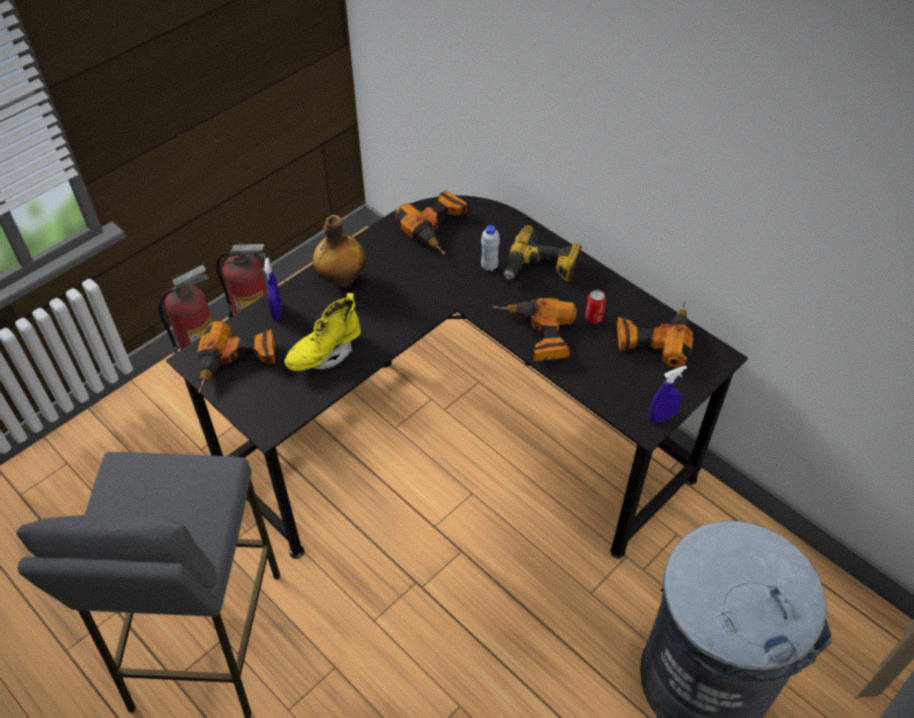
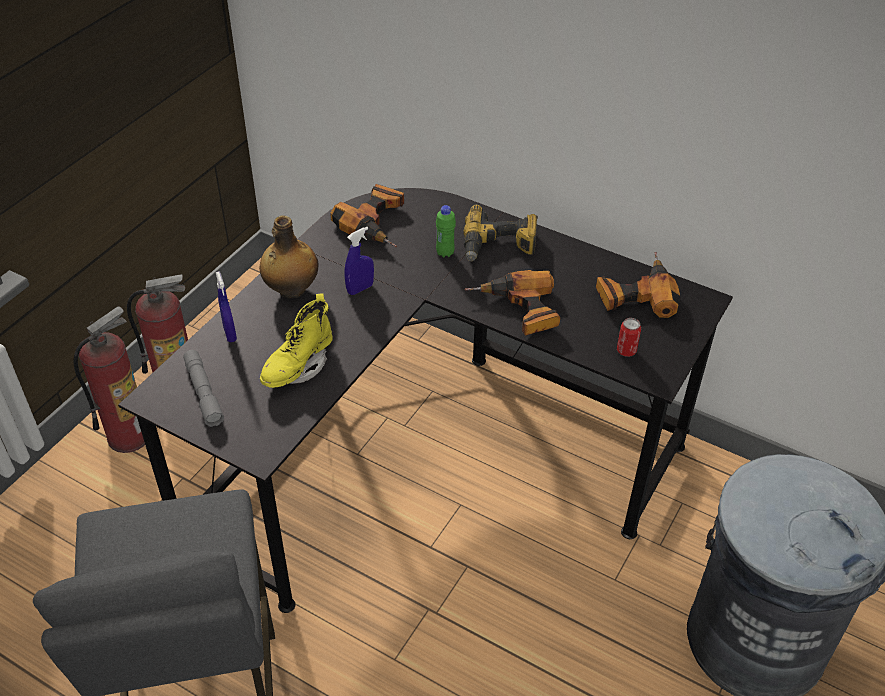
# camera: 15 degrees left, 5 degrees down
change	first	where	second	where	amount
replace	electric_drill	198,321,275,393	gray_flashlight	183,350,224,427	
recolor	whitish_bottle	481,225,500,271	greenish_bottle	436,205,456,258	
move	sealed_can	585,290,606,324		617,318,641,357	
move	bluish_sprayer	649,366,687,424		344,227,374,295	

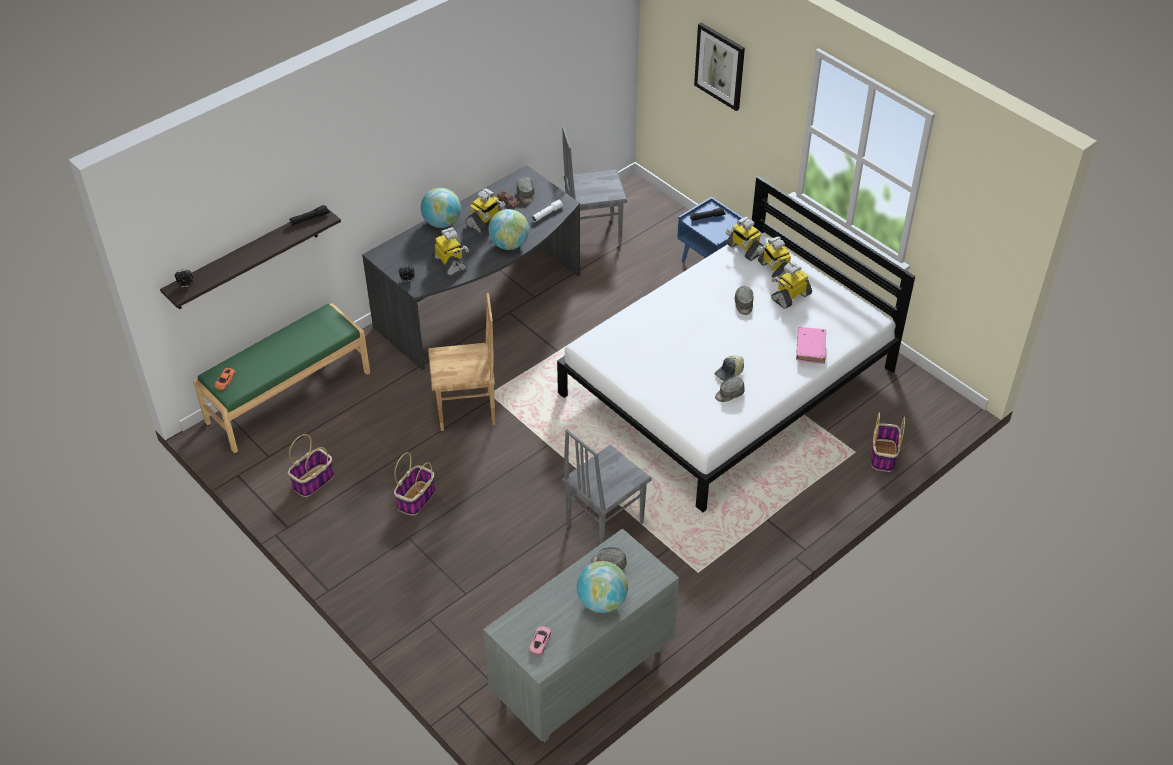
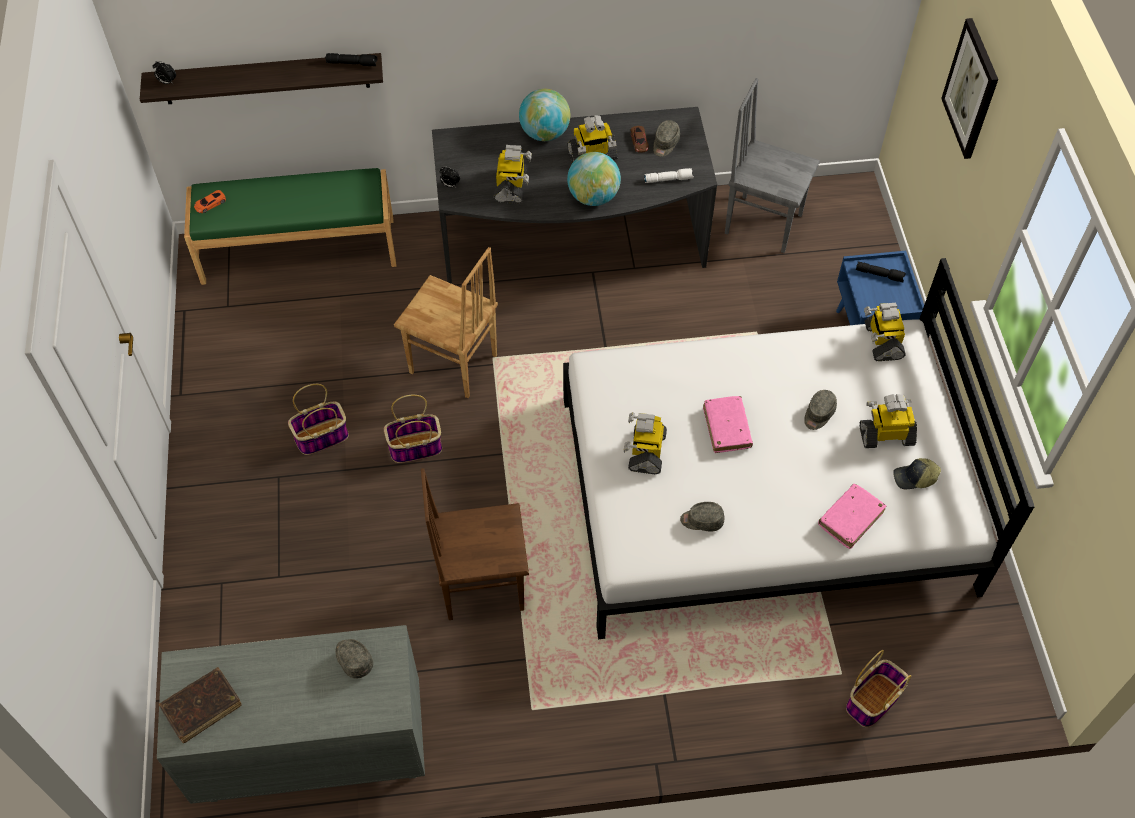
# camera: 35 degrees right, 10 degrees up
change	first	where	second	where	amount
move	basket	288,434,334,497		384,395,442,463	
replace	pinkish_toy_car	529,626,551,655	brown_book	159,667,242,743	
recolor	gray_chair	562,429,652,544	brown_chair	421,468,529,620	
delete	world_globe	577,561,628,613			
move	peaked_cap	715,355,744,381		893,458,941,489	
move	robot_figure	757,236,791,282		623,412,667,474	
insert			pinkish_book	703,396,753,453	

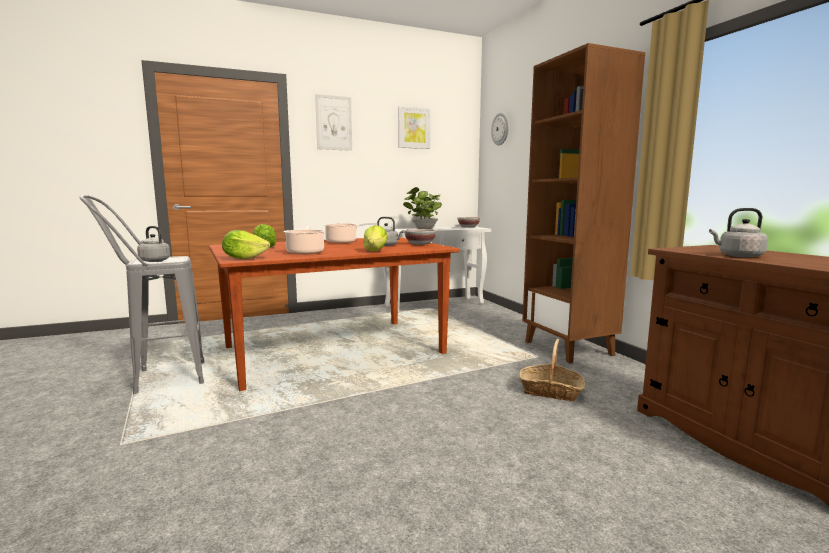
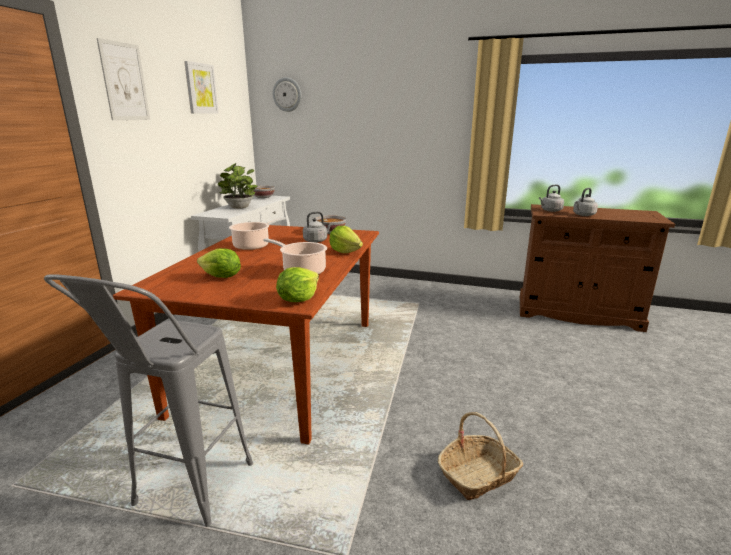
# camera: 50 degrees left, 10 degrees up
change	first	where	second	where	amount
move	gray_kettle	137,226,170,262		539,185,564,212	
move	basket	519,339,586,401		438,412,523,500	
delete	brown_shelving_unit	522,43,645,364			

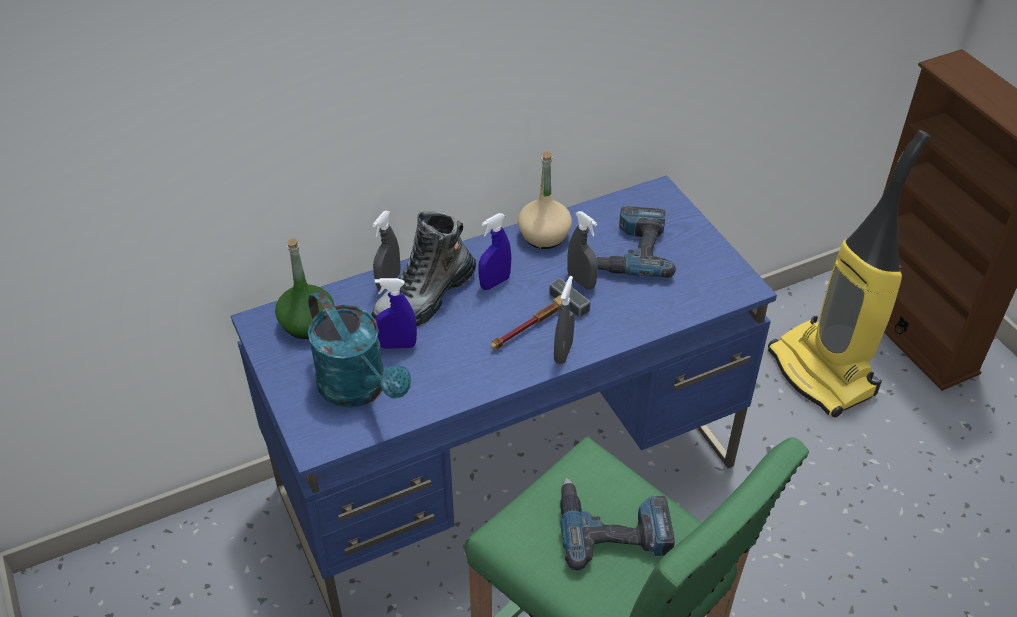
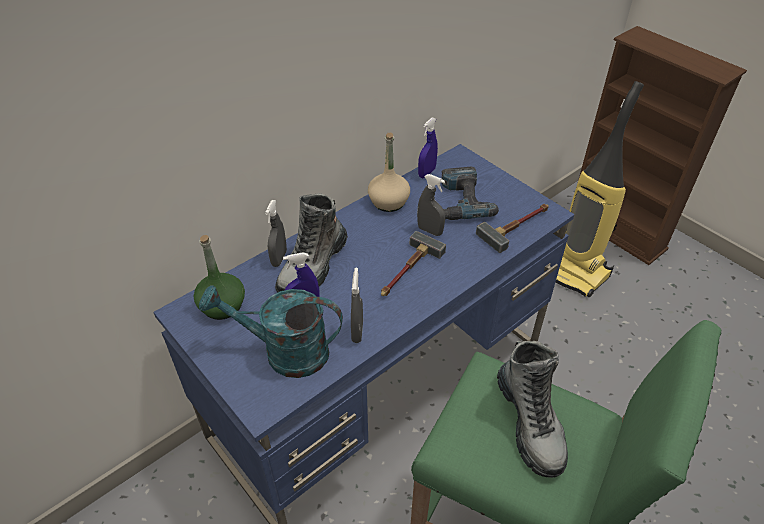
# camera: 15 degrees left, 0 degrees up
change	first	where	second	where	amount
rotate	blue-green_sprinkling_can	307,291,411,408		199,285,343,378	150 degrees clockwise
move	bluish_sprayer	478,213,511,290		418,117,438,178	
move	gray_sprayer	554,276,575,364		351,268,363,343	
replace	electric_drill	560,478,675,570	tall_boot	497,341,568,478	
insert			hand_hammer	476,204,549,253	

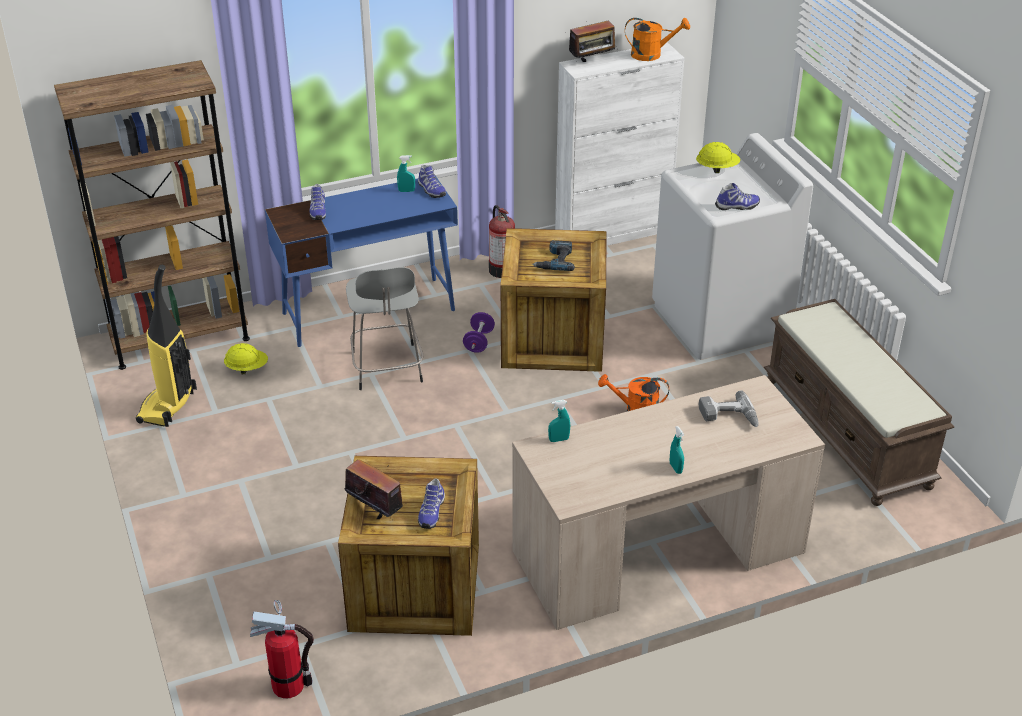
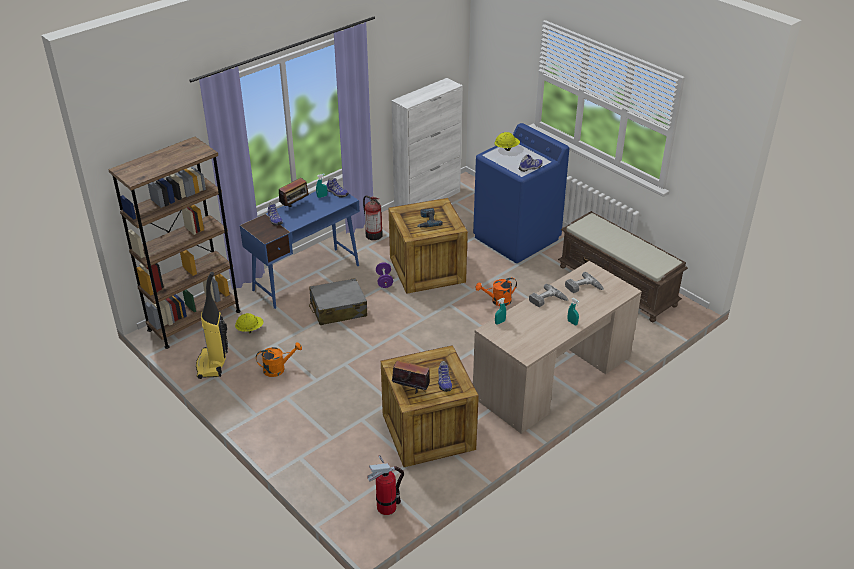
# camera: 20 degrees left, 0 degrees up
change	first	where	second	where	amount
replace	gray_stool_seat	346,267,424,390	gray_suitcase	309,278,367,325	
move	radio	569,21,618,62		279,178,310,209	
move	orange-coloured_sprinkling_can	625,18,690,61		256,342,302,377	
recolor	whitish_laundry_machine	652,133,813,360	bluish_laundry_machine	473,123,569,263	
insert			electric_drill	529,284,568,307	

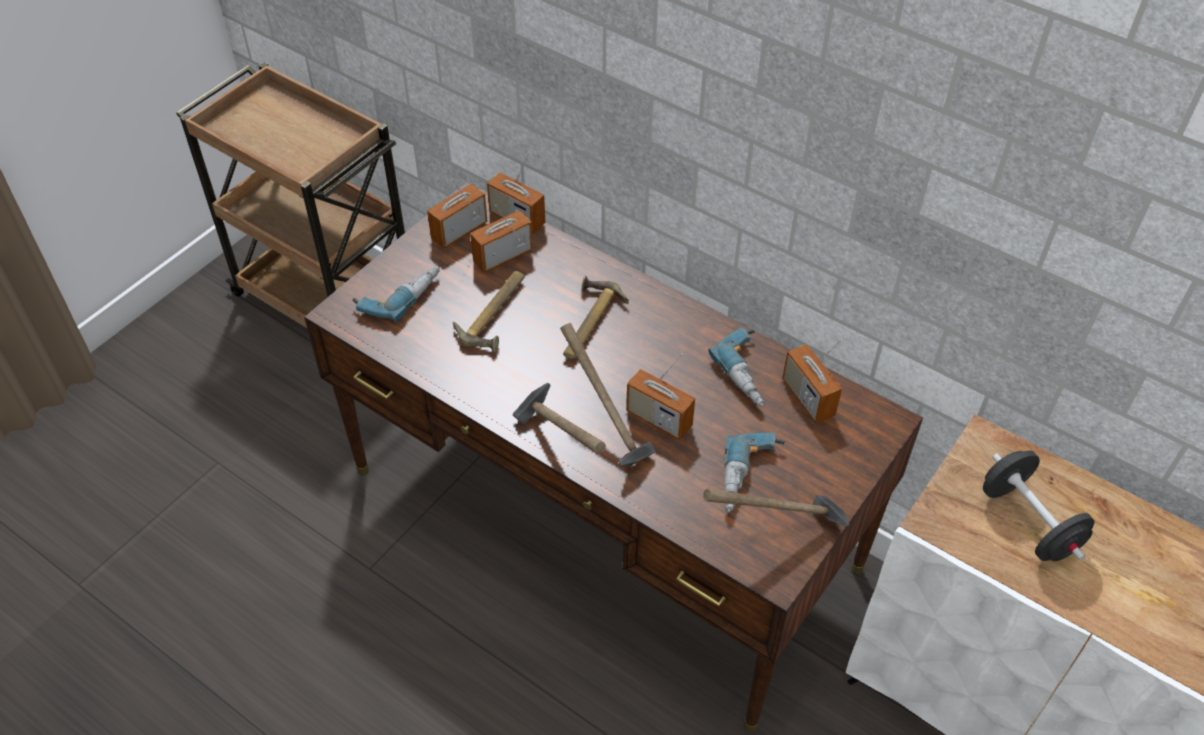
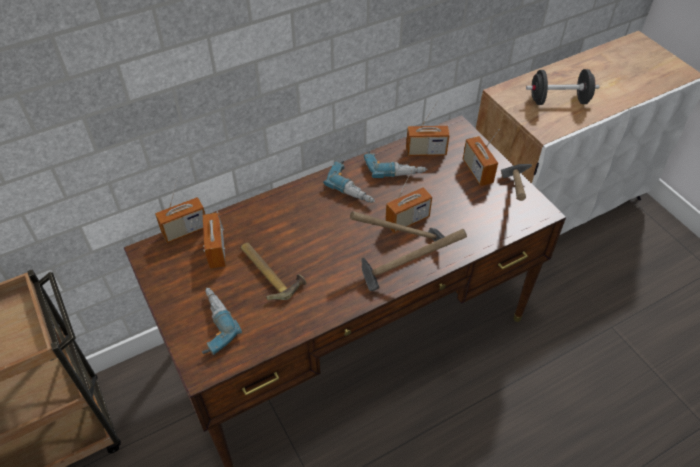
# camera: 65 degrees left, 0 degrees up
change	first	where	second	where	amount
move	radio	427,179,487,248		463,129,500,186	
delete	hand_hammer	563,276,629,359			
move	electric_drill	724,433,785,513		323,160,375,203	

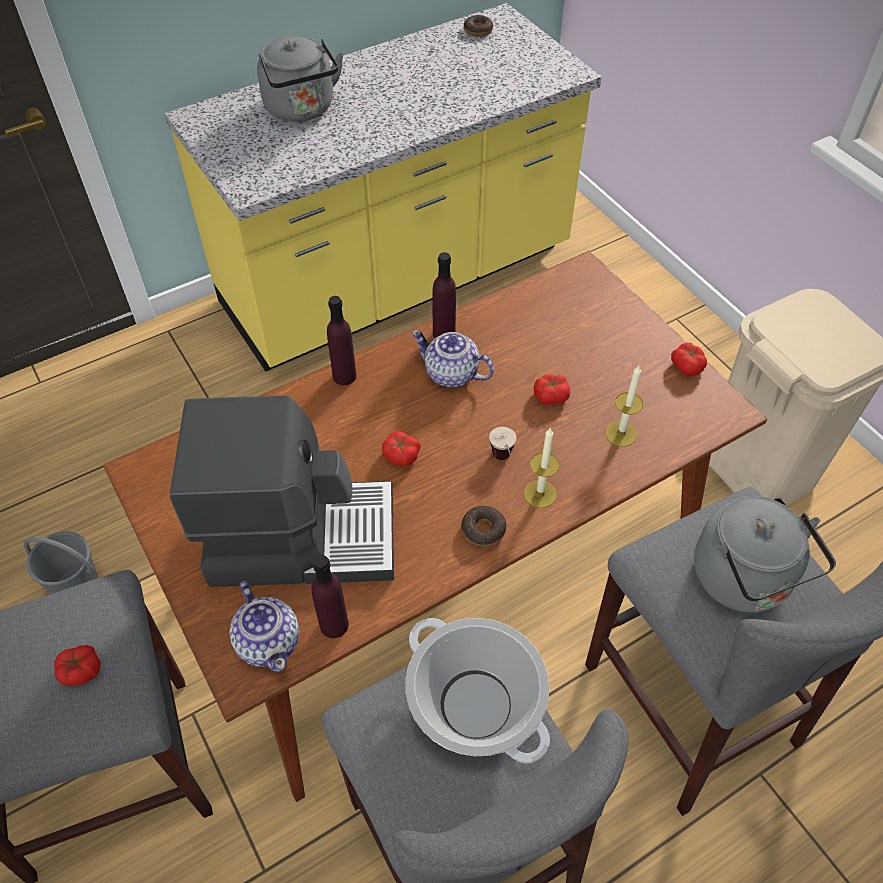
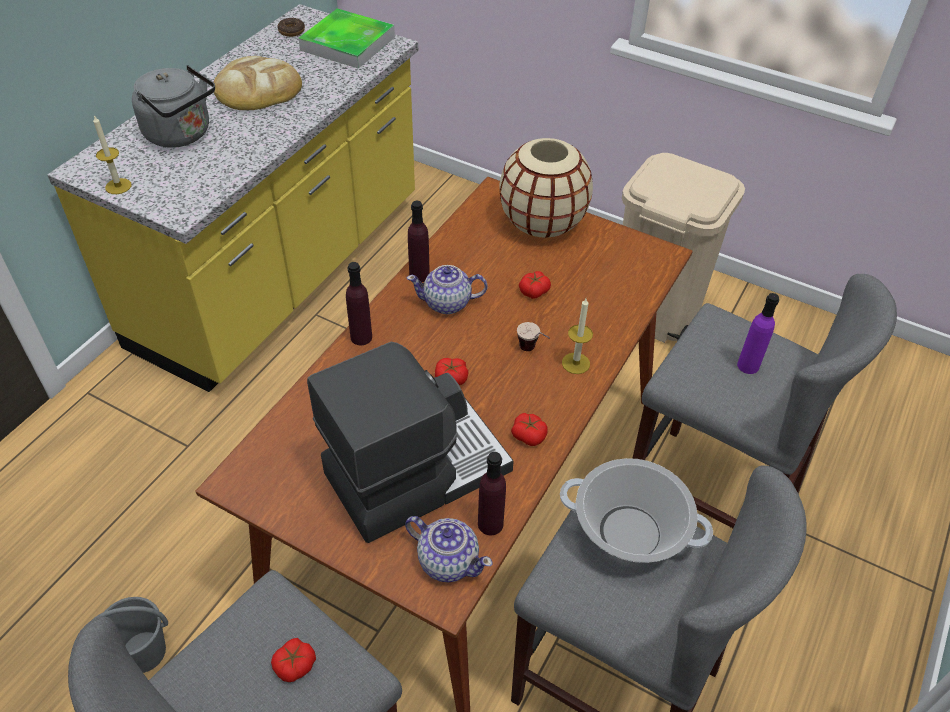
# camera: 30 degrees left, 5 degrees down
change	first	where	second	where	amount
delete	doughnut	461,506,506,547			
move	wax_candle	605,366,643,447		93,115,132,194	
move	fresh_tomato	671,343,707,376		511,413,548,446	
replace	gray_kettle	694,496,836,613	purplish_bottle	737,293,779,374	
insert			bakery_bread	214,56,302,110	
insert			tray	299,9,395,69	
insert			beige_decorative_vase	499,138,593,238	

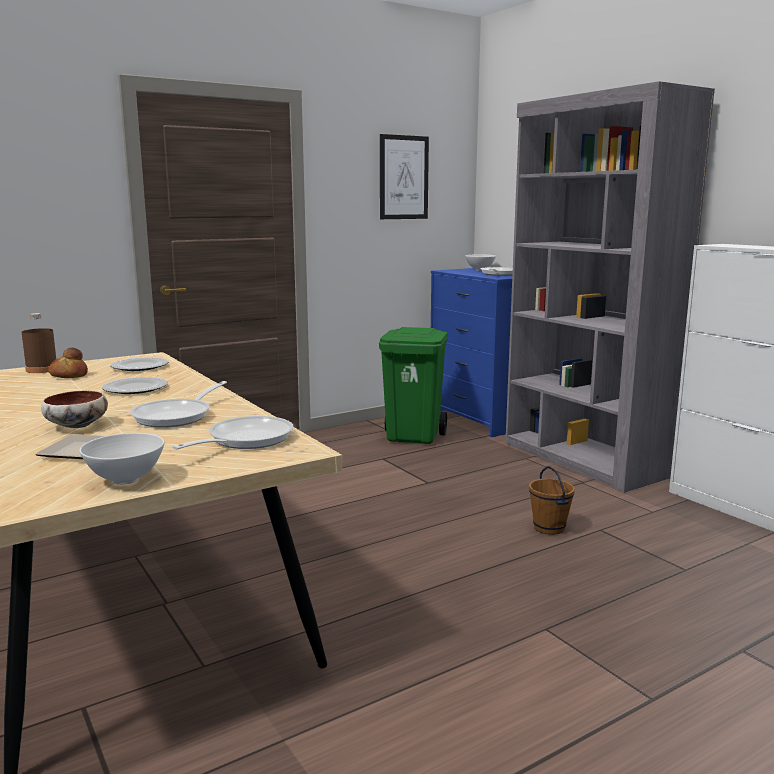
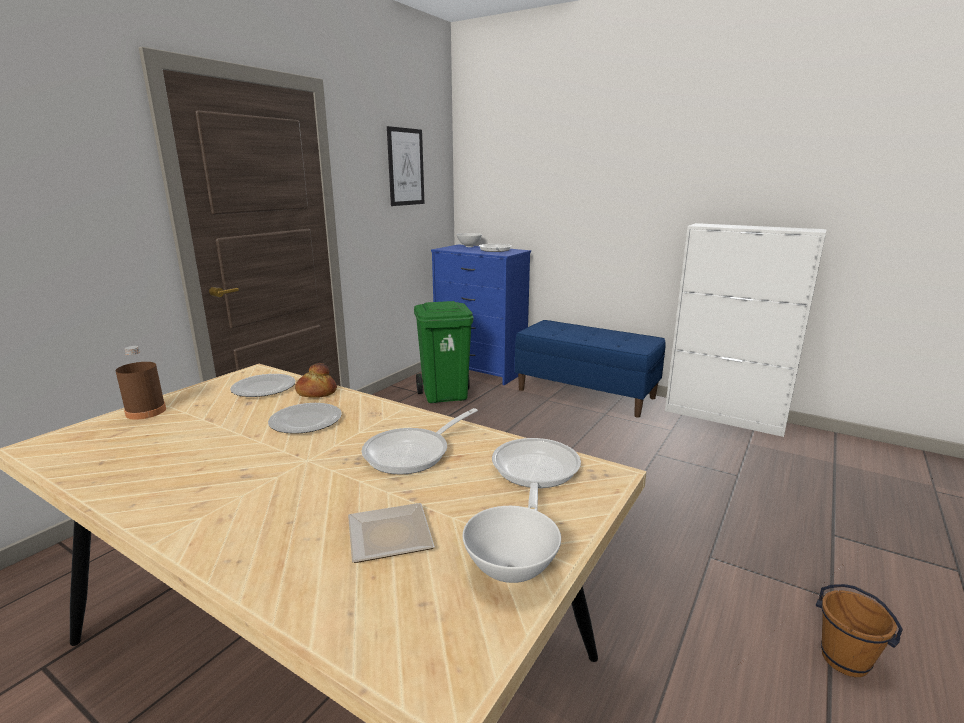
# camera: 25 degrees left, 5 degrees up
change	first	where	second	where	amount
delete	bowl	41,391,108,428			
move	bakery_bread	49,348,88,378		295,363,337,398	
rotate	skillet	130,381,227,428		362,408,478,475	45 degrees clockwise
replace	gray_shelving_unit	505,81,715,493	bluish_bench	515,320,666,418	
move	brown_water_bucket	529,466,575,535		816,584,903,677	

